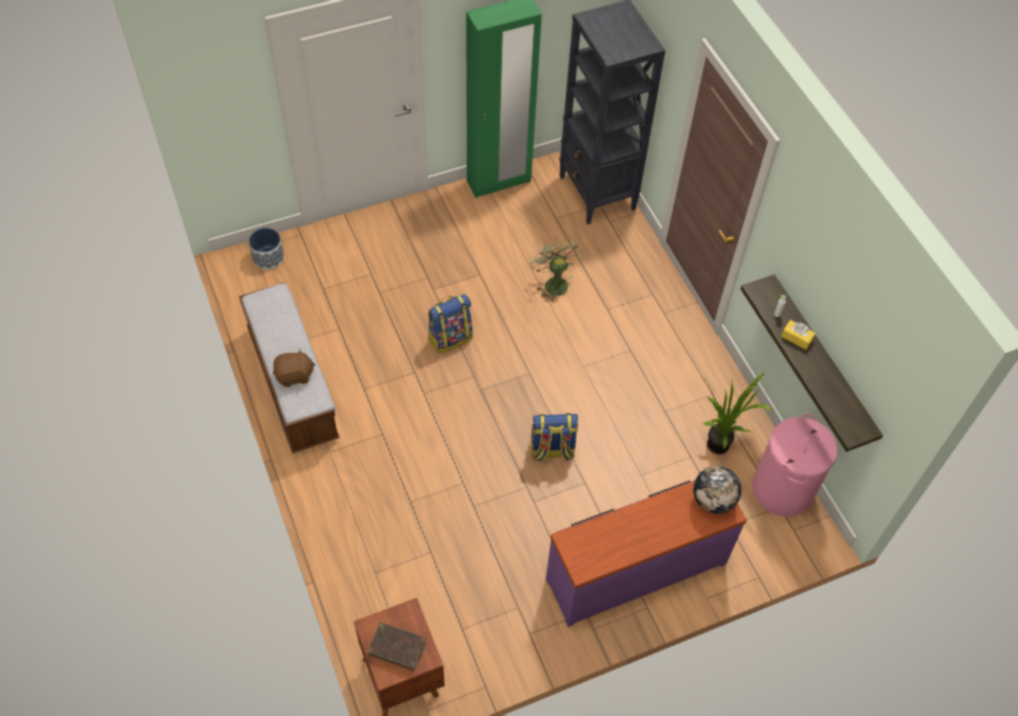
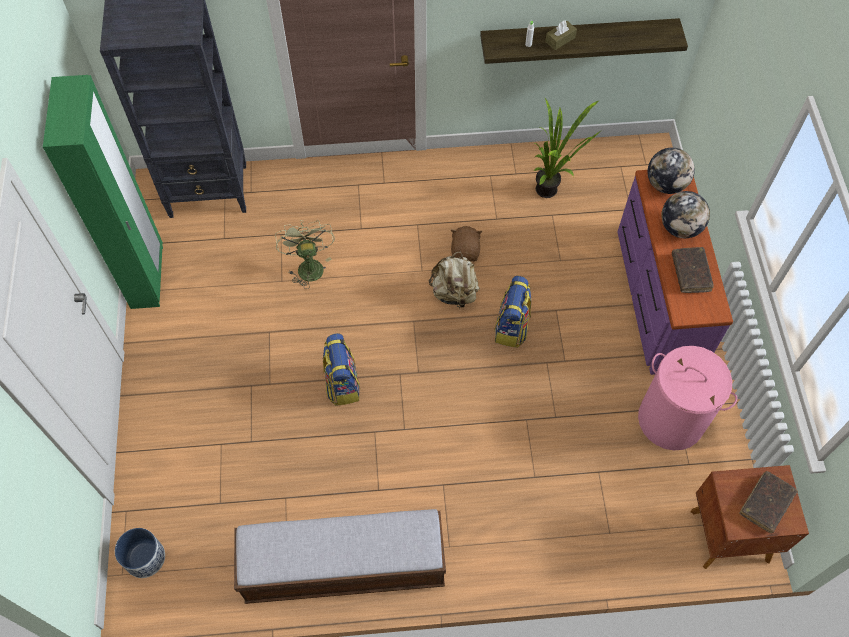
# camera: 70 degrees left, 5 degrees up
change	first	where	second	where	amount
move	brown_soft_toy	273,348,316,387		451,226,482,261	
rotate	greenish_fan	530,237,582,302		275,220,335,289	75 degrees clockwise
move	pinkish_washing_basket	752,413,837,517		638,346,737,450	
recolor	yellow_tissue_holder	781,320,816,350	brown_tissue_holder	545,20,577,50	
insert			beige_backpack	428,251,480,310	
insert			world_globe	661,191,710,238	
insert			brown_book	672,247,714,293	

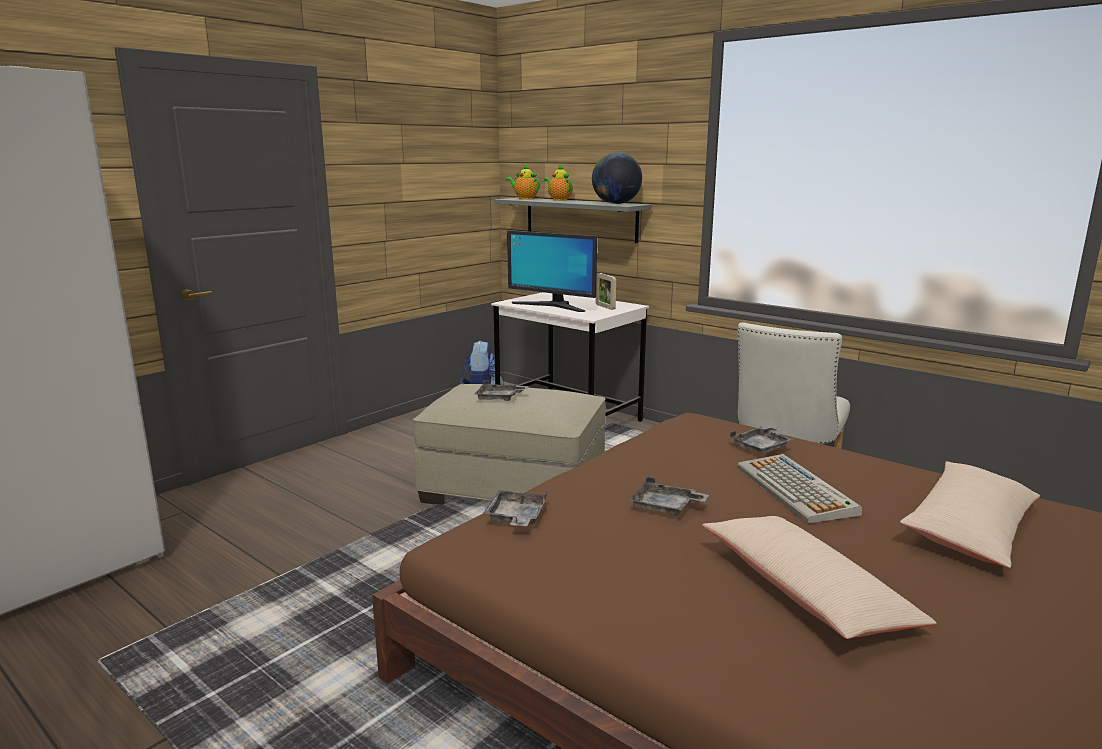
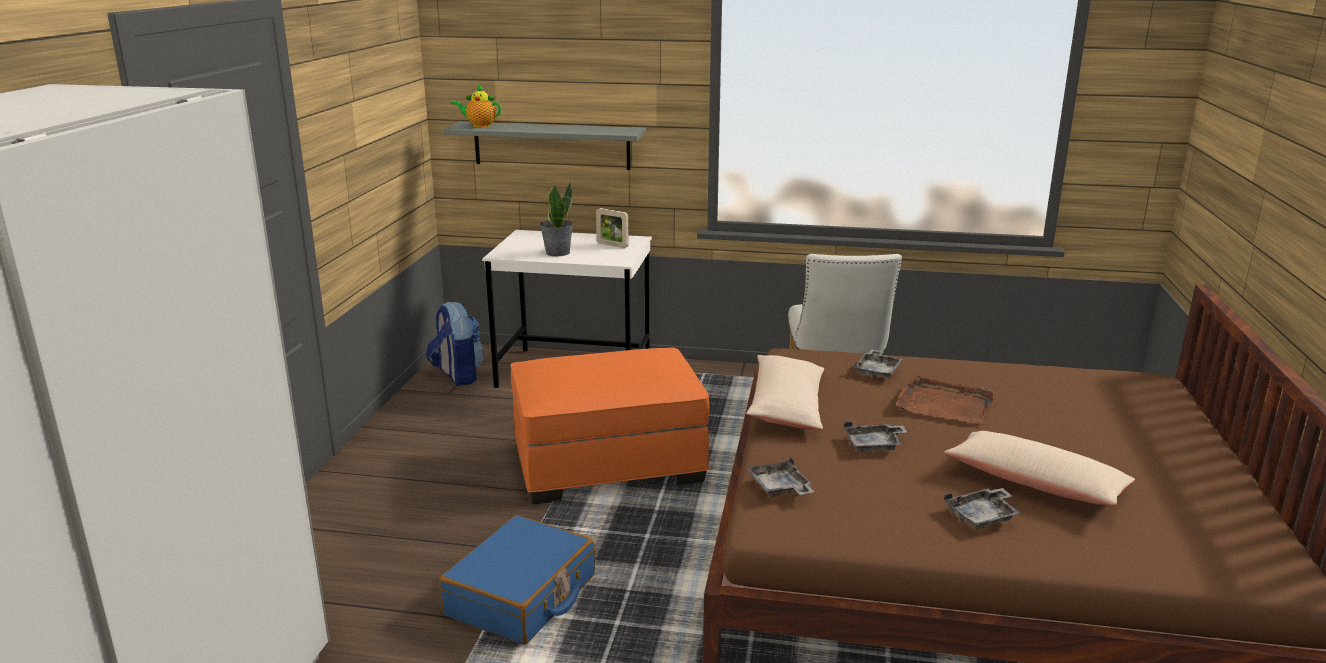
# camera: 30 degrees left, 5 degrees up
change	first	where	second	where	amount
recolor	beige_ottoman	413,384,606,505	orange-coloured_ottoman	510,347,710,504	
move	gray_tray	475,380,528,401		944,488,1021,529	
replace	monitor	507,230,597,312	plant_in_a_pot	540,182,573,256	
delete	pot_for_tea	544,164,573,201			
delete	world_globe	592,152,642,204			
replace	PC_keyboard	737,454,862,524	brown_tray	896,375,995,424	
move	beige_throw_pillow	900,461,1040,568		746,355,824,430	
insert			bluish_suitcase	439,515,595,645	

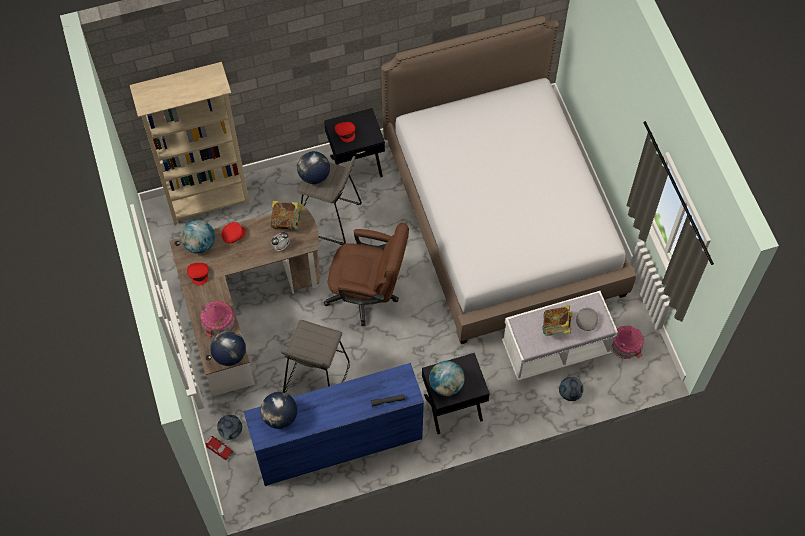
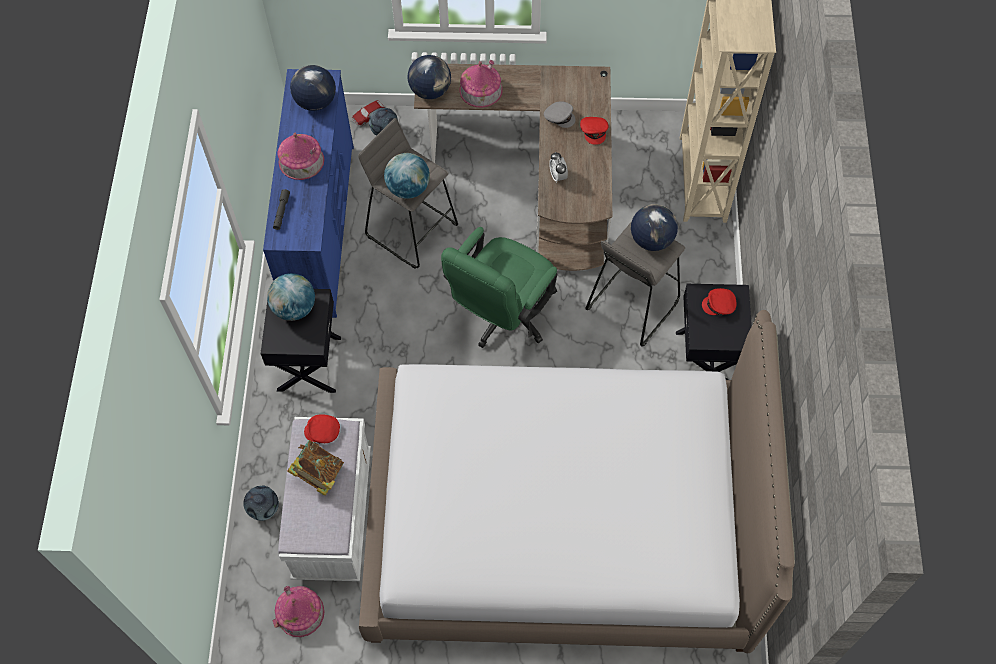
# camera: 110 degrees right, 0 degrees up
change	first	where	second	where	amount
move	world_globe	181,220,215,254		384,153,430,199	
move	red_peaked_cap	187,263,209,285		304,414,340,443	
delete	book	270,201,303,230			
recolor	brown_computer_chair	323,223,409,326	greenish_computer_chair	441,227,558,348	
move	gray_peaked_cap	576,308,598,331		544,101,576,128	
insert			miniature_house	277,133,324,180	

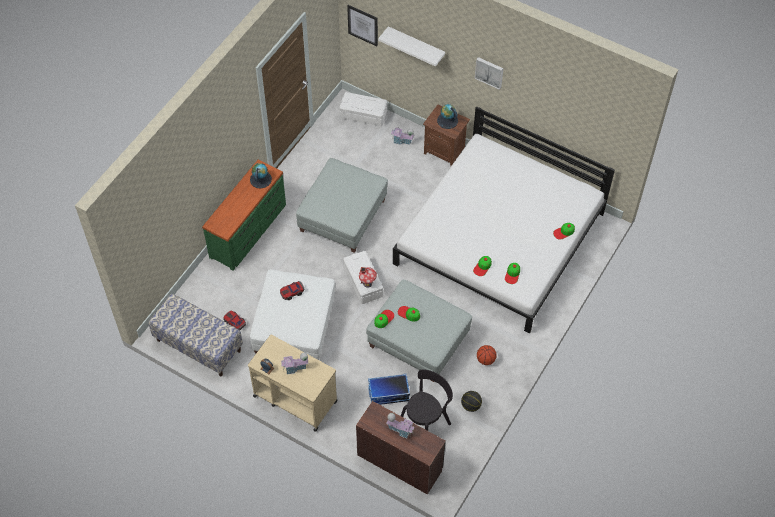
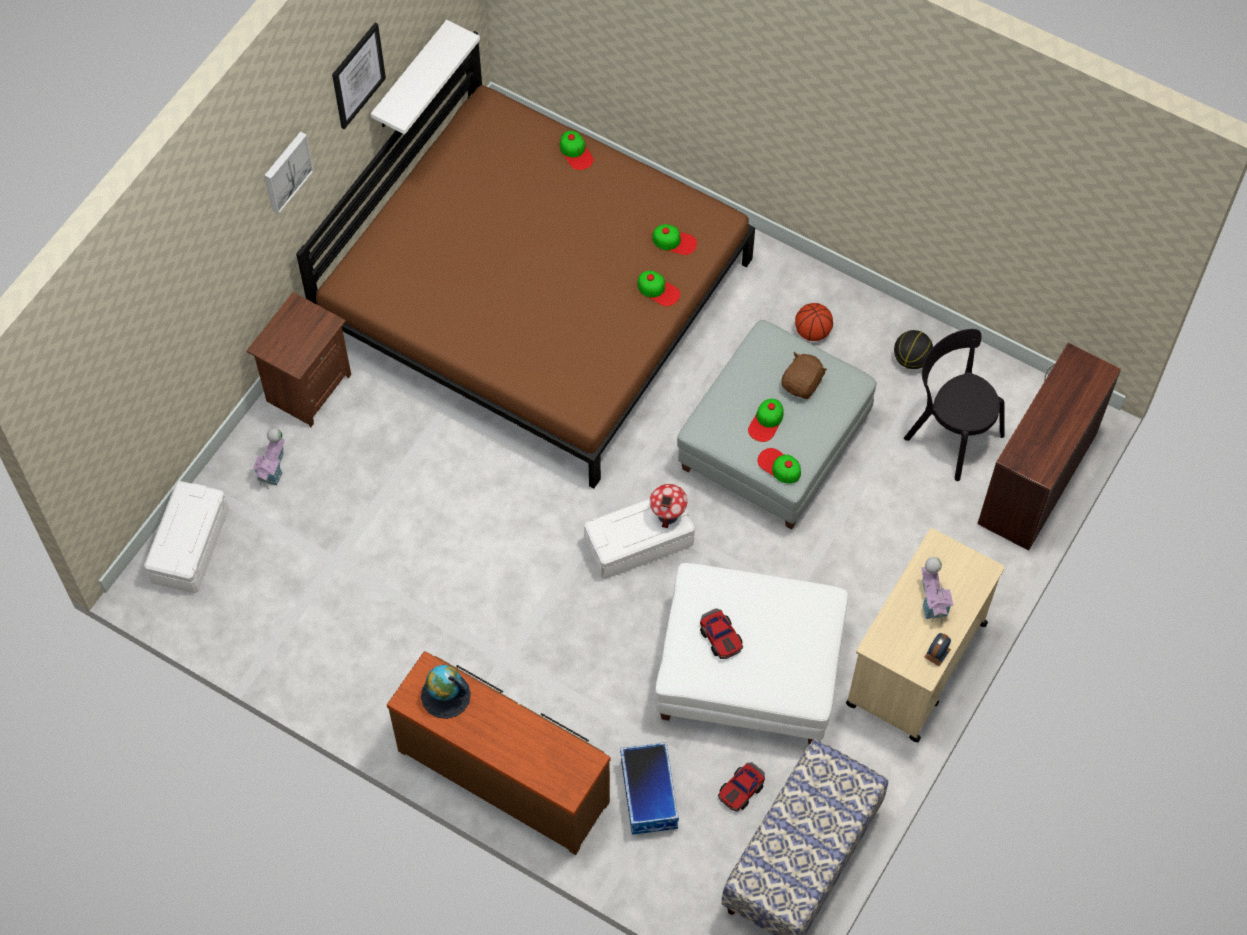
# camera: 90 degrees left, 5 degrees up
change	first	where	second	where	amount
recolor	greenish_dresser	202,160,286,271	brown_dresser	387,651,610,855	
delete	gray_ottoman	296,158,388,253			
move	wall_art	347,5,378,46		332,22,386,129	
move	storage_container	368,374,410,405		620,742,679,835	
move	whitish_wall_shelf	378,26,445,67		371,20,480,134	
delete	miniature_house	386,413,415,439			
recolor	whitish_sleeping_bed	393,106,615,334	brown_sleeping_bed	296,31,755,488	
delete	world_globe	437,104,458,129			
insert			brown_soft_toy	781,352,827,399	

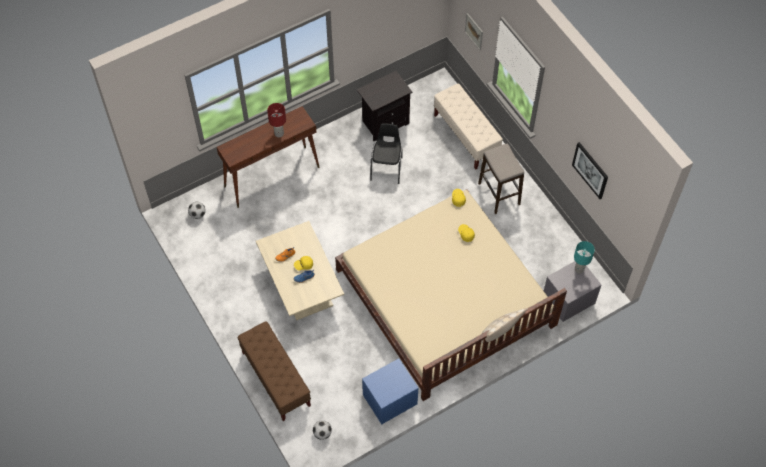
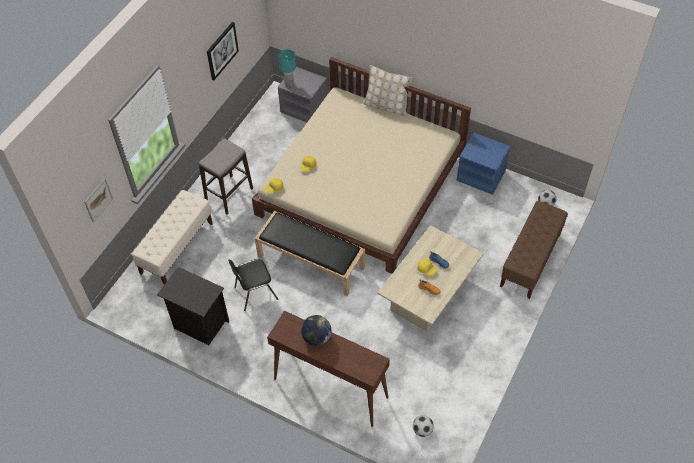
# camera: 120 degrees left, 5 degrees down
change	first	where	second	where	amount
replace	red_tabletop_lamp	267,103,286,137	world_globe	301,315,331,346	
insert			blackish_bench	255,211,365,296	

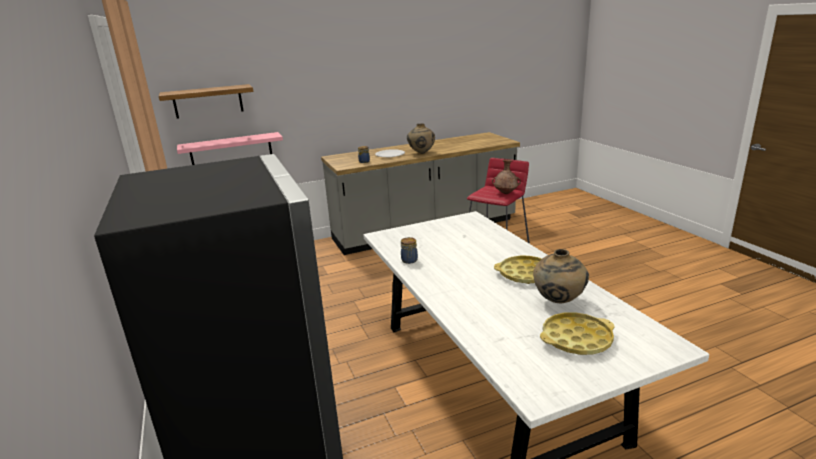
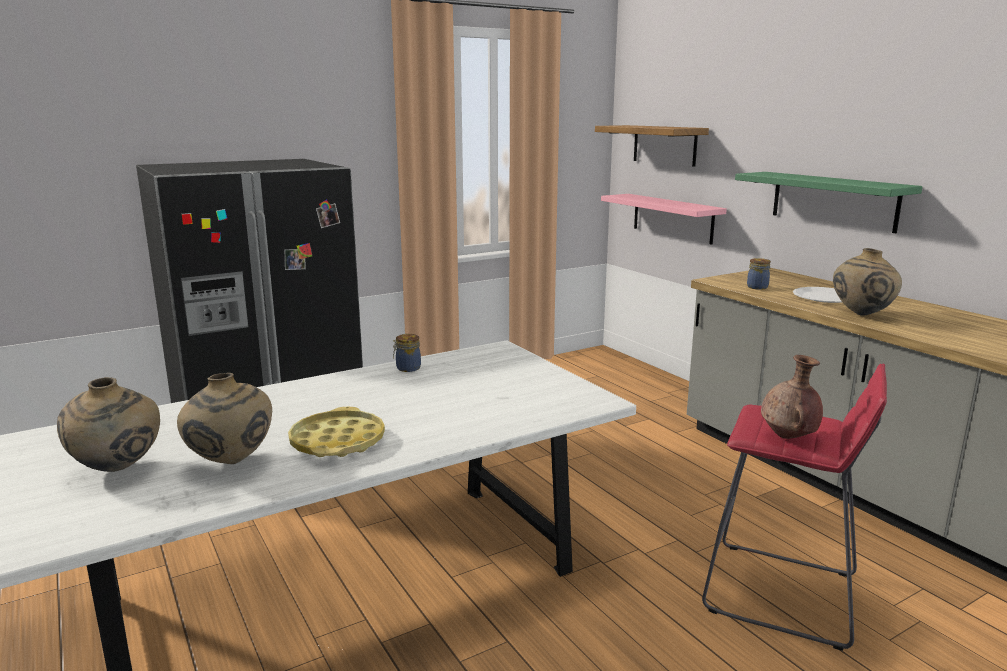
# camera: 80 degrees right, 5 degrees down
change	first	where	second	where	amount
replace	yellow_tray	540,312,615,355	beige_decorative_vase	57,377,160,472	
insert			greenish_wall_shelf	735,172,923,233	

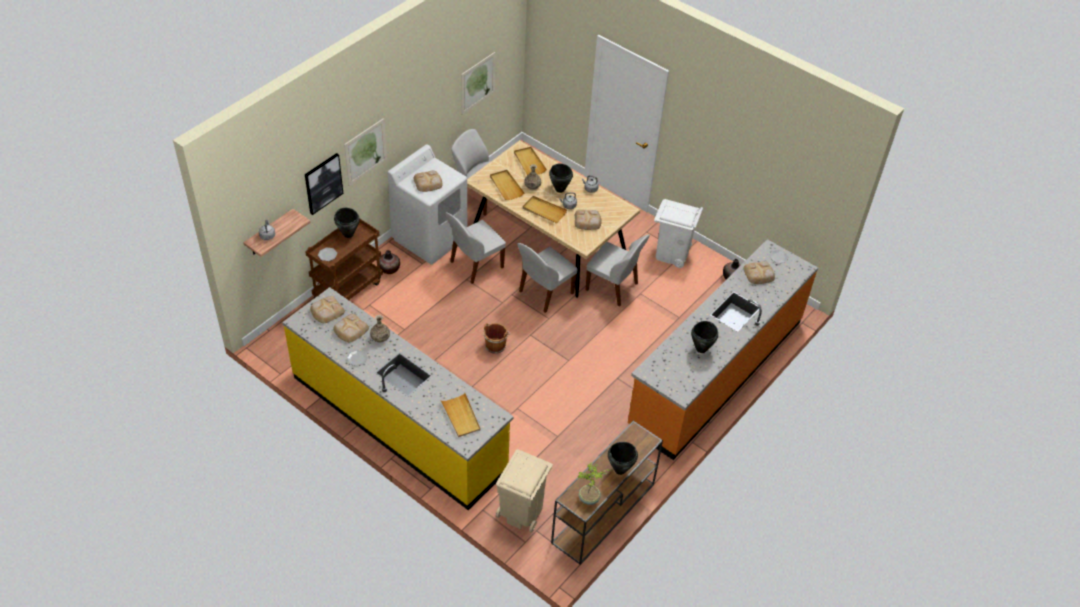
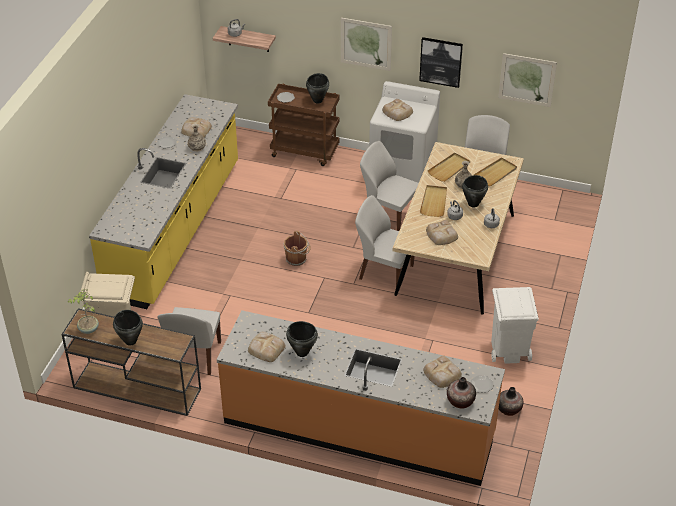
# camera: 70 degrees right, 5 degrees down
change	first	where	second	where	amount
move	wall_art	305,153,344,215		419,37,463,88	
move	bakery_bread	310,296,345,323		248,332,285,362	
move	decorative_vase	379,250,400,274		447,377,476,409	
delete	beige_tray	440,393,480,437			
move	whitish_chair	586,234,650,307		157,307,221,375	

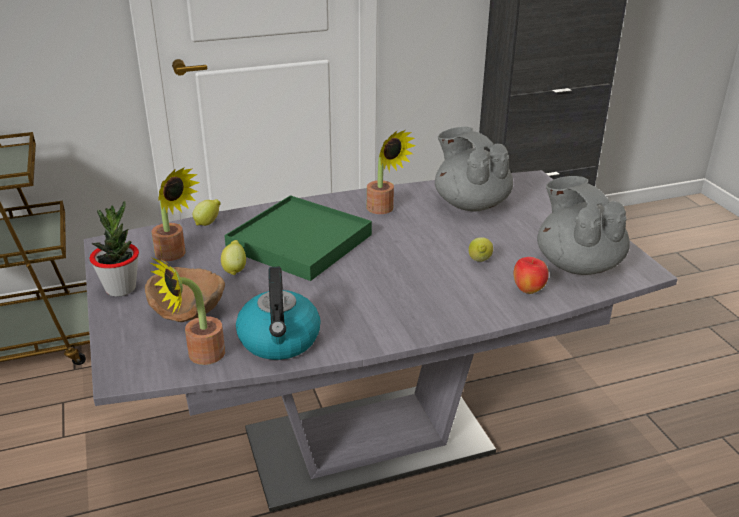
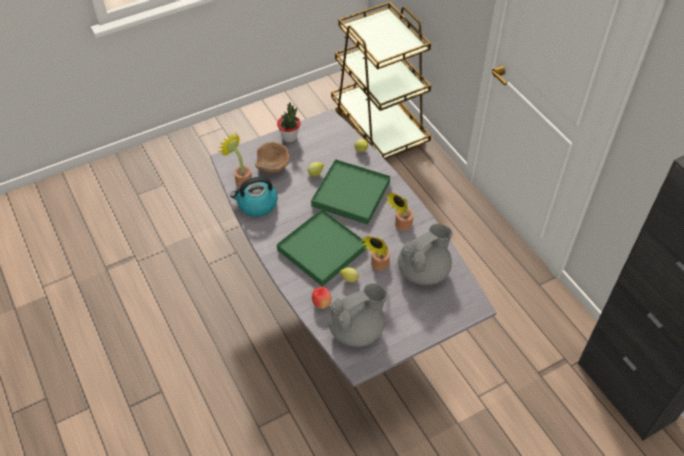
# camera: 80 degrees right, 20 degrees up
change	first	where	second	where	amount
move	plant_in_a_pot	152,167,200,261		361,236,390,271	
insert			greenish_tray	277,209,367,287	

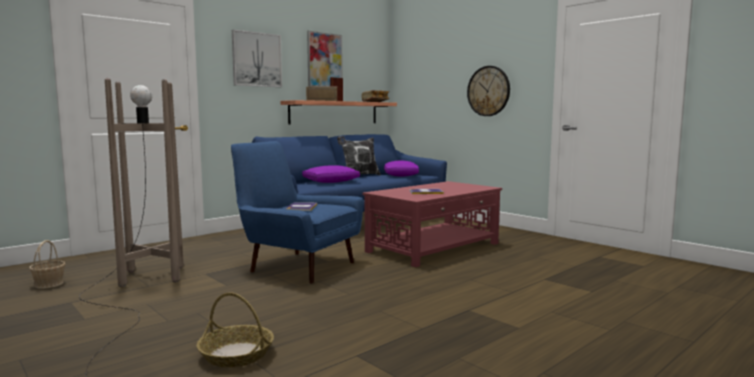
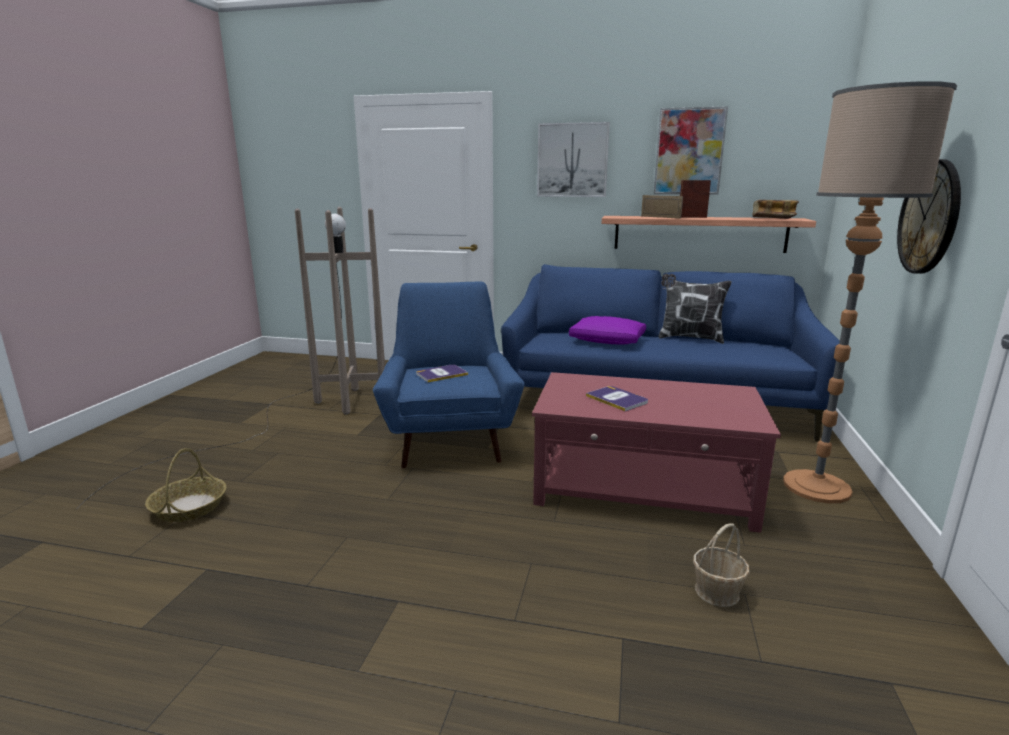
# camera: 55 degrees right, 10 degrees up
change	first	where	second	where	amount
move	basket	29,240,65,289		693,523,750,607	
delete	purplish_throw_pillow	384,161,419,177			
insert			standing_lamp	783,81,957,503	

